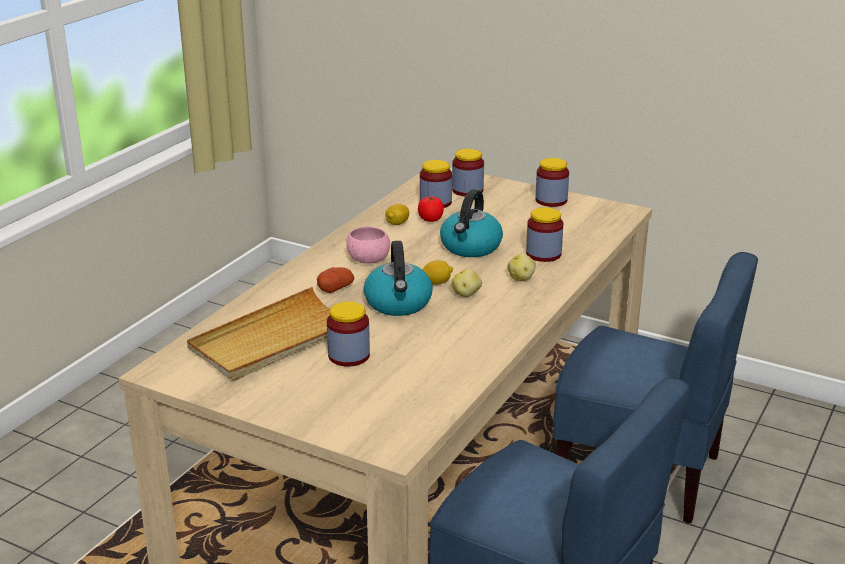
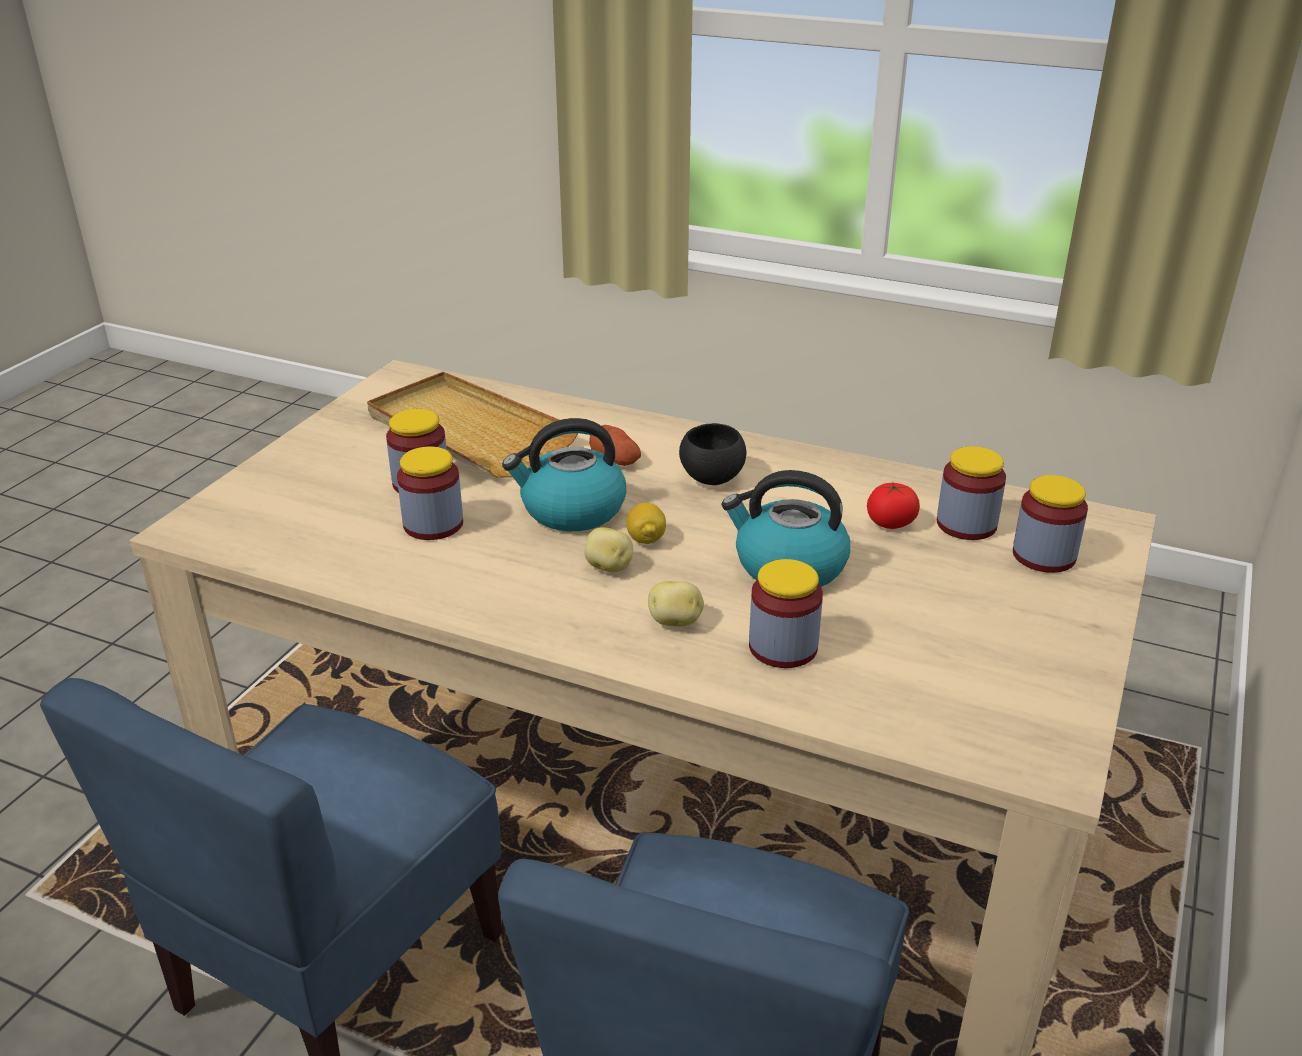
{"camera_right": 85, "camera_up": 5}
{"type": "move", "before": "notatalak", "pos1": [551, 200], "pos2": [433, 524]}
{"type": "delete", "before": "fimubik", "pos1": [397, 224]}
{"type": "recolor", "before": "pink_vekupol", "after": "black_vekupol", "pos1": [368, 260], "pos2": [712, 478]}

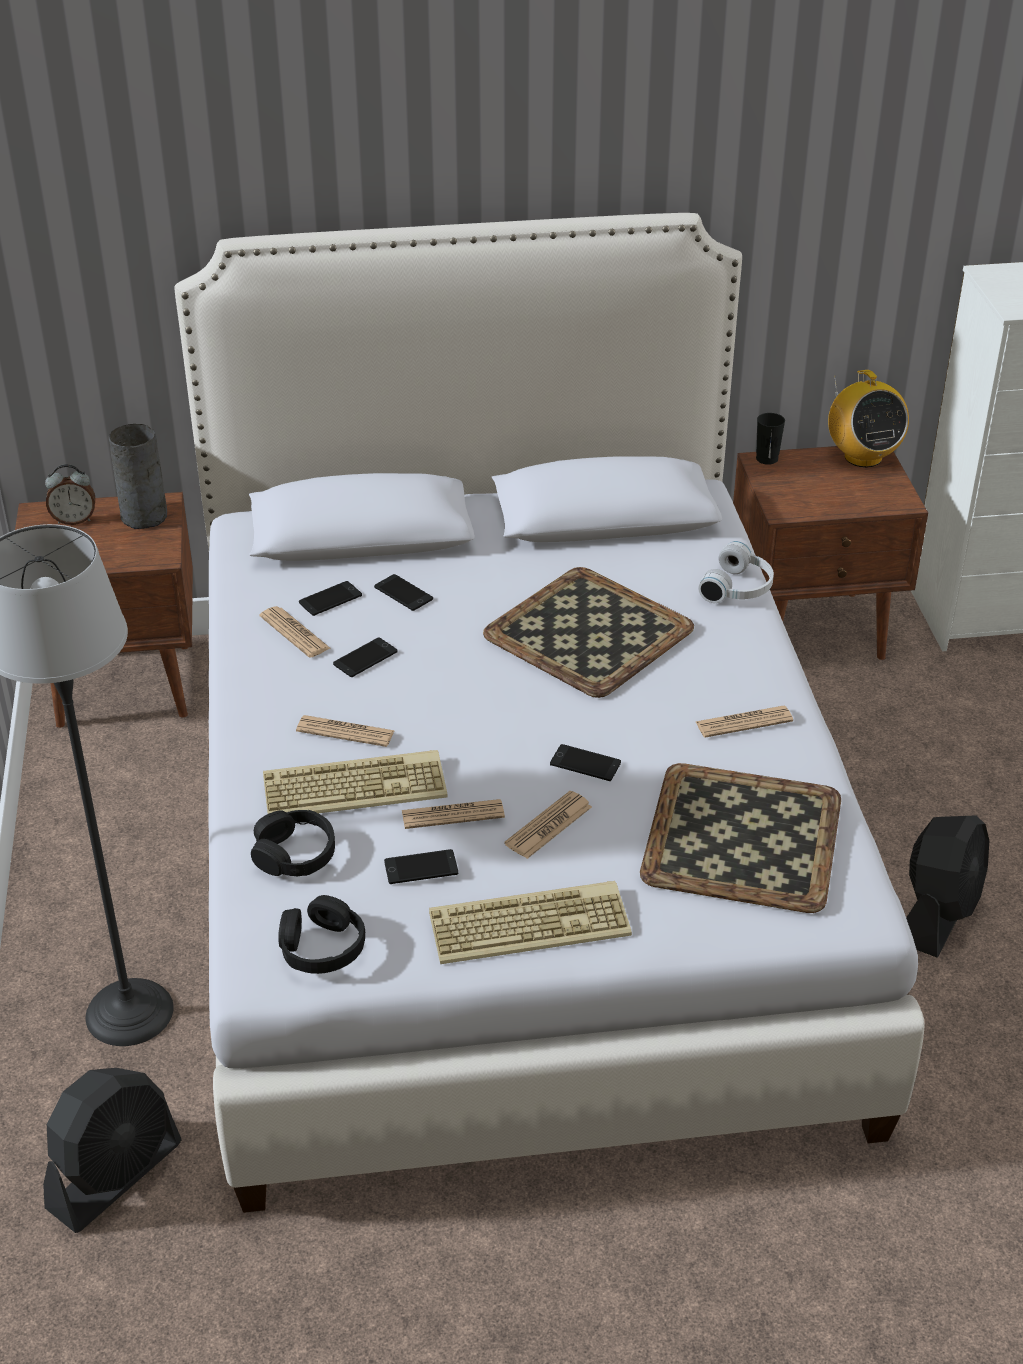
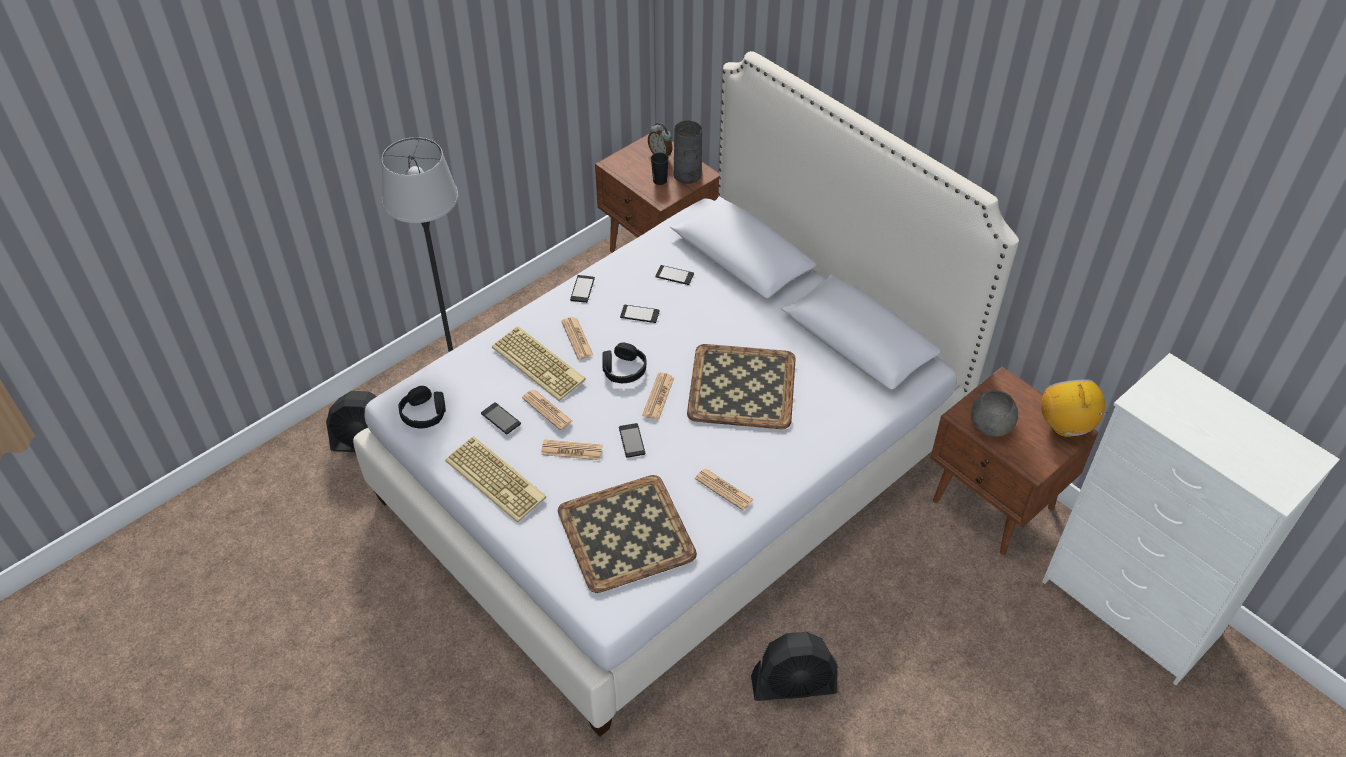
{"camera_right": 55, "camera_up": 10}
{"type": "rotate", "before": "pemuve", "pos1": [862, 457], "pos2": [1065, 426], "turn": 135}
{"type": "move", "before": "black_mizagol", "pos1": [767, 459], "pos2": [660, 180]}
{"type": "delete", "before": "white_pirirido", "pos1": [739, 588]}
{"type": "move", "before": "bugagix", "pos1": [403, 593], "pos2": [582, 289]}
{"type": "move", "before": "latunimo", "pos1": [294, 633], "pos2": [658, 396]}
{"type": "move", "before": "black_pirirido", "pos1": [294, 854], "pos2": [623, 369]}
{"type": "insert", "after": "grey_vekupol", "pos2": [991, 425]}

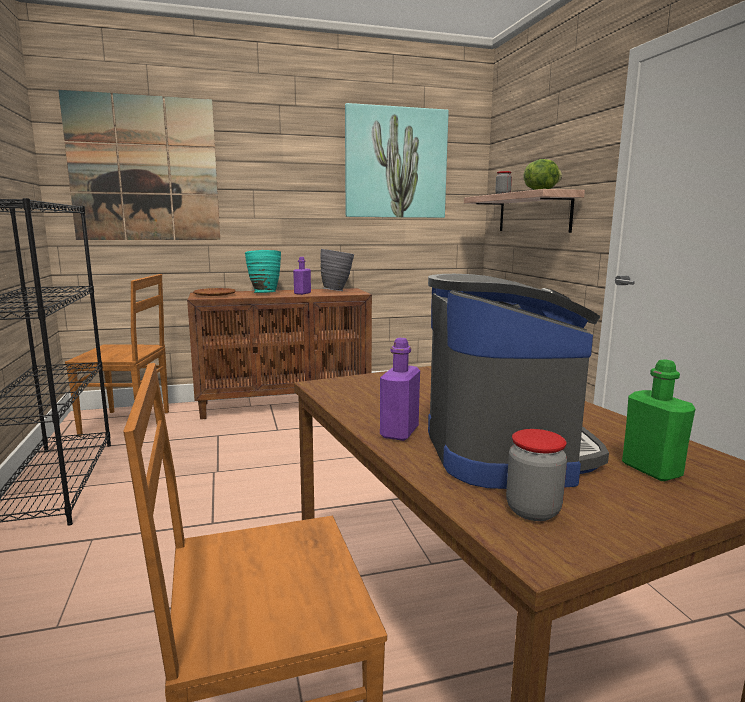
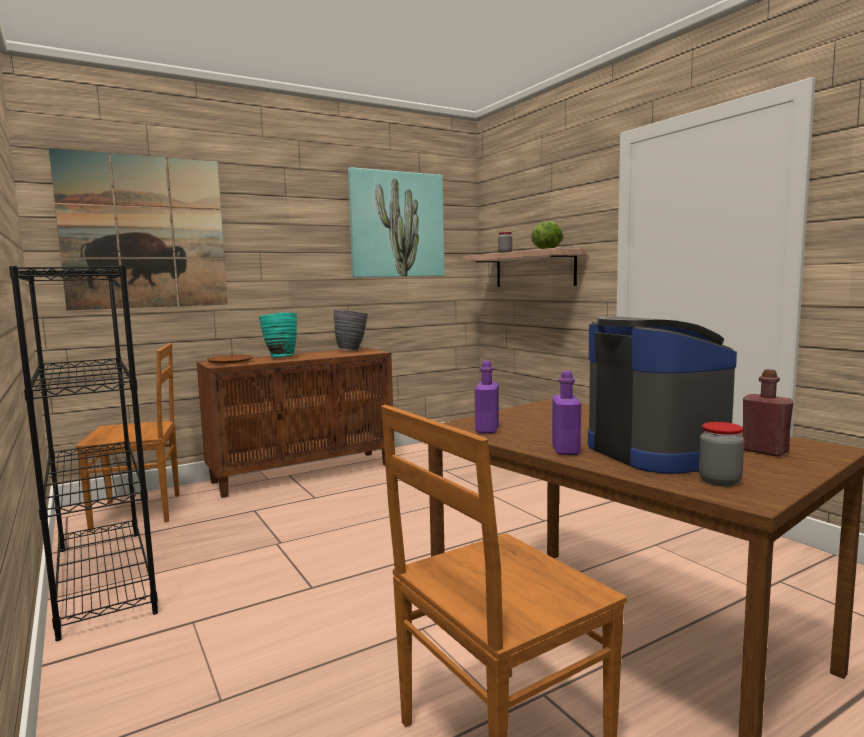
{"camera_right": -15, "camera_up": -5}
{"type": "move", "before": "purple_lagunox", "pos1": [302, 293], "pos2": [487, 430]}
{"type": "recolor", "before": "green_lagunox", "after": "red_lagunox", "pos1": [651, 470], "pos2": [764, 451]}

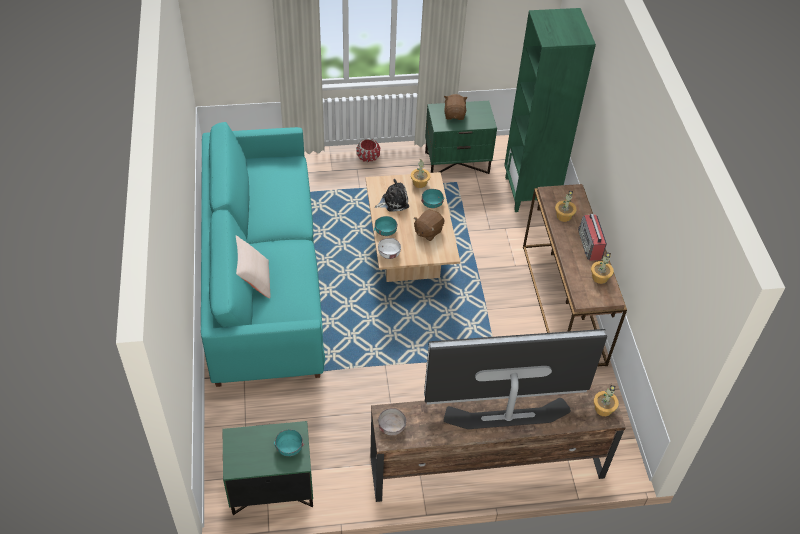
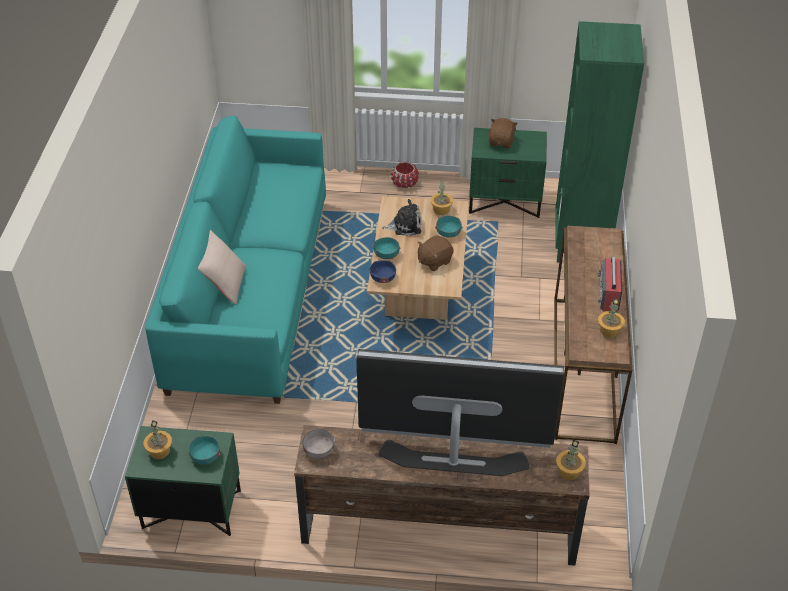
{"camera_right": 15, "camera_up": -5}
{"type": "move", "before": "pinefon", "pos1": [563, 216], "pos2": [160, 451]}
{"type": "recolor", "before": "white_vekupol", "after": "blue_vekupol", "pos1": [389, 253], "pos2": [382, 277]}

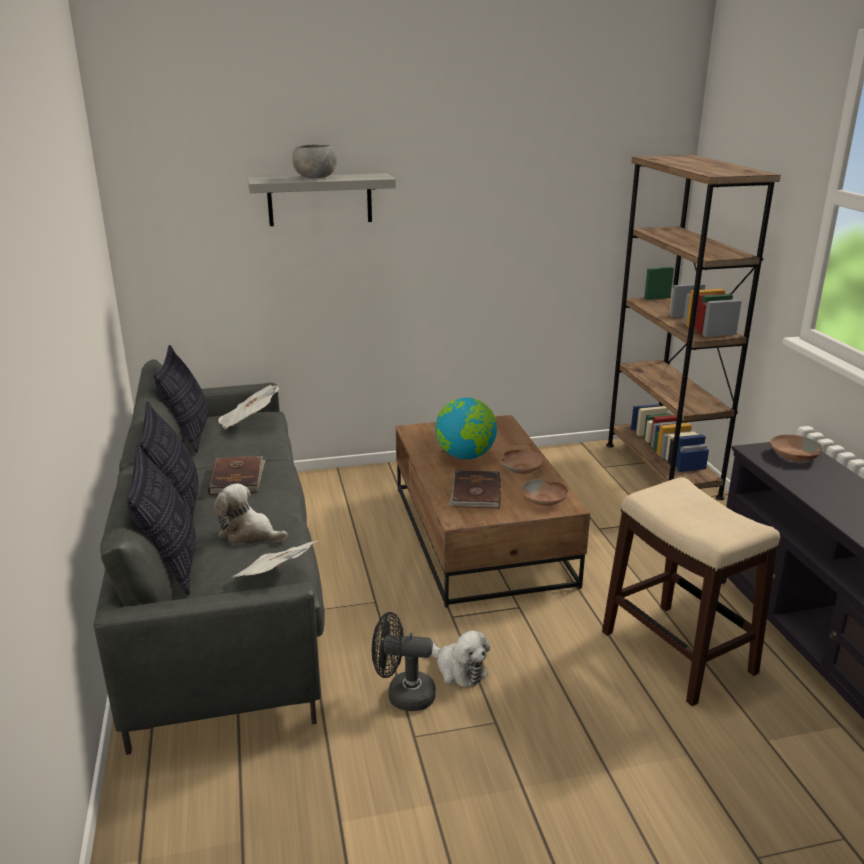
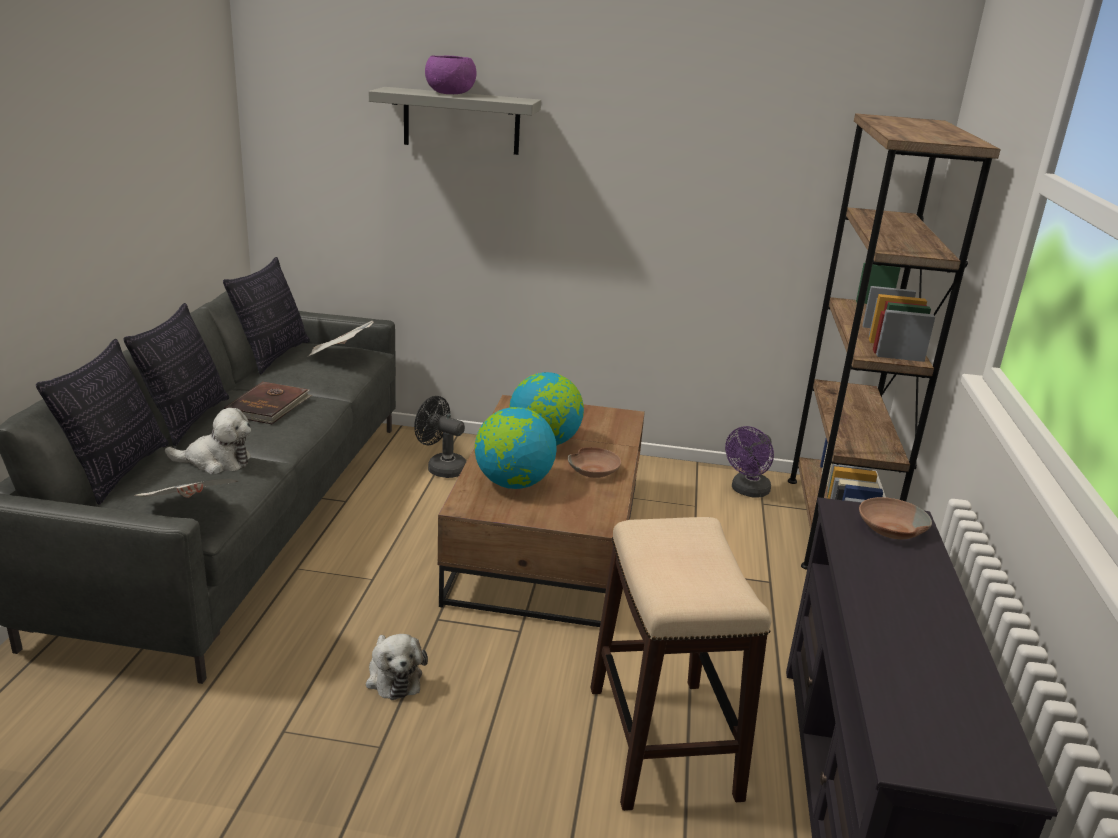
{"camera_right": 20, "camera_up": 0}
{"type": "recolor", "before": "grey_vekupol", "after": "purple_vekupol", "pos1": [316, 177], "pos2": [451, 94]}
{"type": "replace", "before": "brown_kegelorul", "after": "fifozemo", "pos1": [475, 492], "pos2": [513, 483]}
{"type": "delete", "before": "brown_vekupol", "pos1": [544, 500]}
{"type": "rotate", "before": "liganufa", "pos1": [249, 534], "pos2": [216, 461], "turn": 135}
{"type": "move", "before": "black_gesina", "pos1": [403, 695], "pos2": [441, 468]}
{"type": "insert", "after": "purple_gesina", "pos2": [747, 491]}

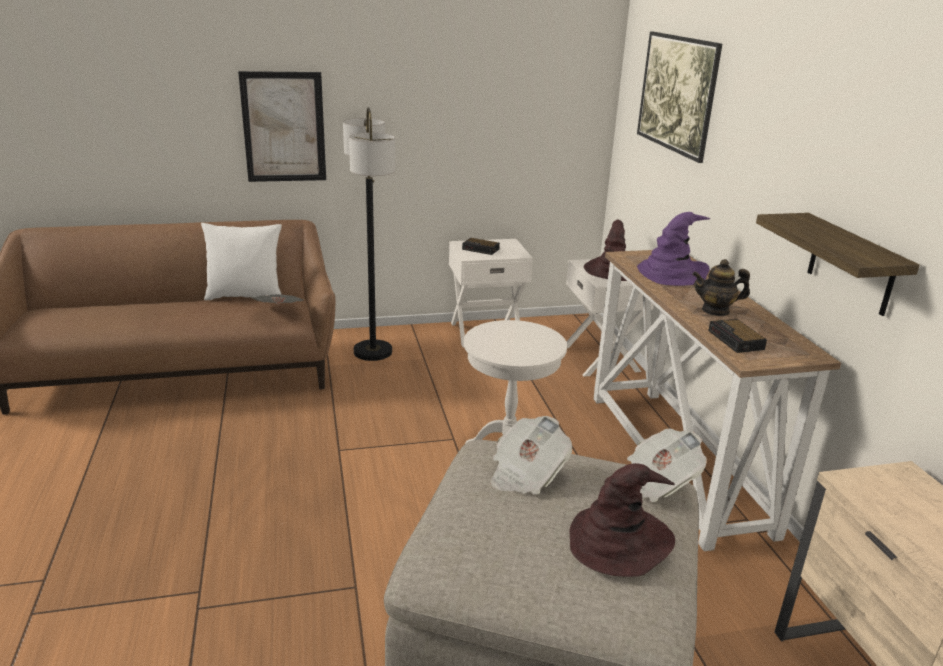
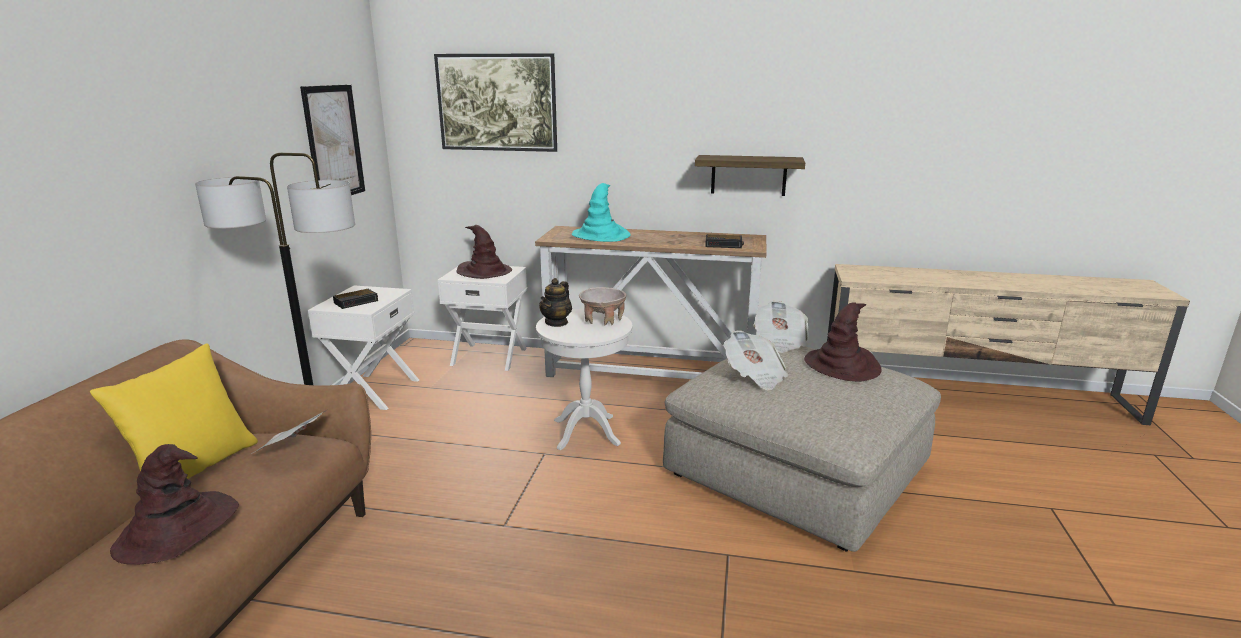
{"camera_right": -65, "camera_up": -5}
{"type": "move", "before": "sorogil", "pos1": [284, 127], "pos2": [334, 143]}
{"type": "recolor", "before": "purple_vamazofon", "after": "turquoise_vamazofon", "pos1": [672, 273], "pos2": [601, 235]}
{"type": "recolor", "before": "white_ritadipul", "after": "yellow_ritadipul", "pos1": [246, 296], "pos2": [195, 470]}
{"type": "move", "before": "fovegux", "pos1": [715, 310], "pos2": [556, 322]}
{"type": "insert", "after": "beige_vekupol", "pos2": [602, 320]}
{"type": "insert", "after": "brown_vamazofon", "pos2": [178, 529]}

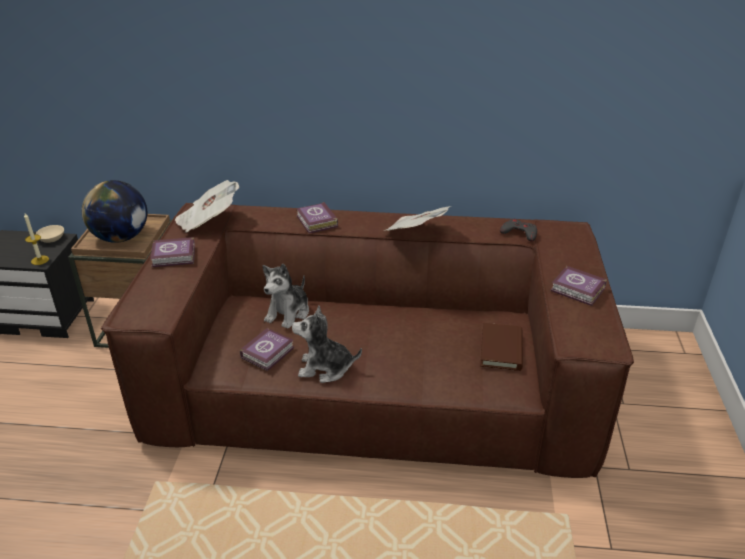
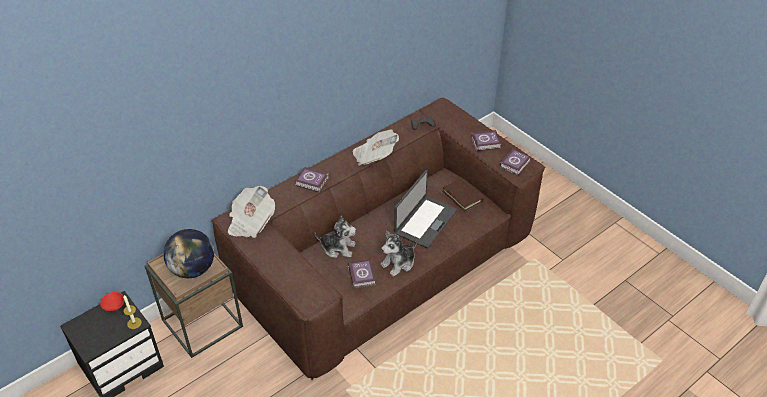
{"camera_right": -45, "camera_up": 10}
{"type": "recolor", "before": "beige_vekupol", "after": "red_vekupol", "pos1": [53, 239], "pos2": [114, 305]}
{"type": "move", "before": "kegelorul", "pos1": [175, 256], "pos2": [515, 164]}
{"type": "rotate", "before": "liganufa", "pos1": [288, 313], "pos2": [338, 248], "turn": -60}
{"type": "insert", "after": "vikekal", "pos2": [425, 221]}

